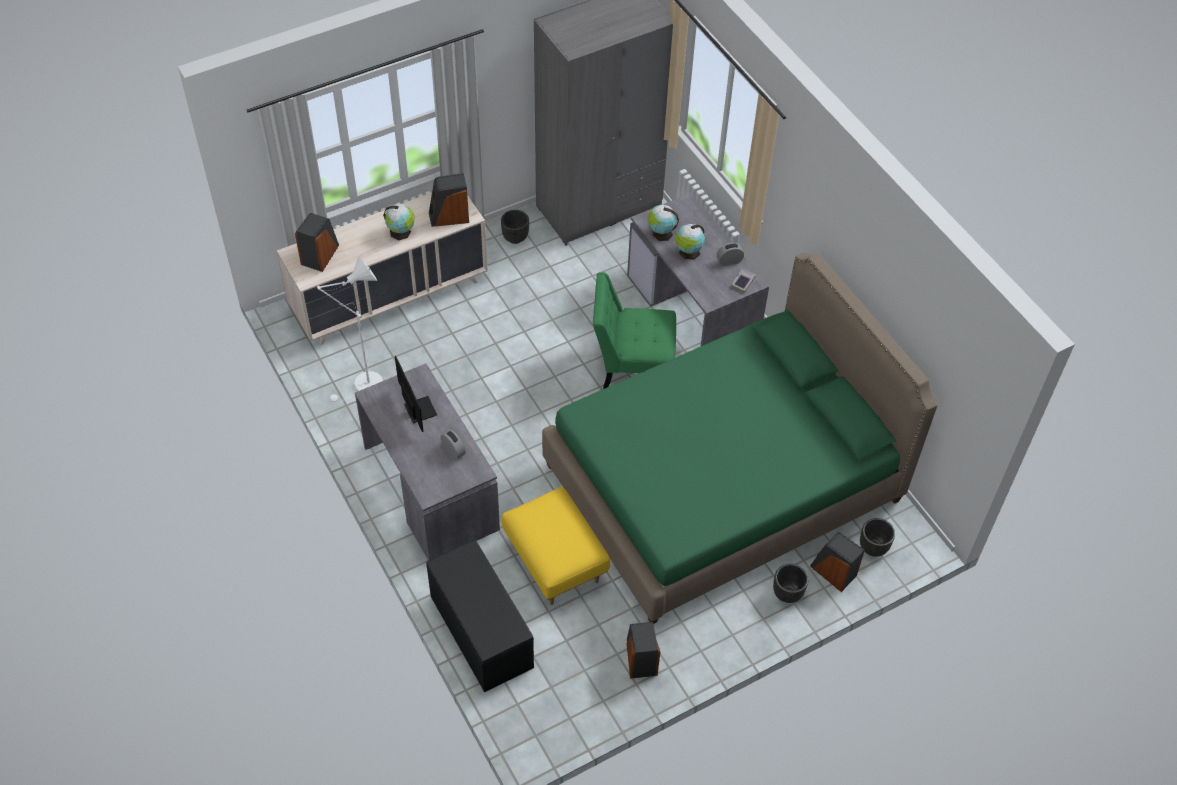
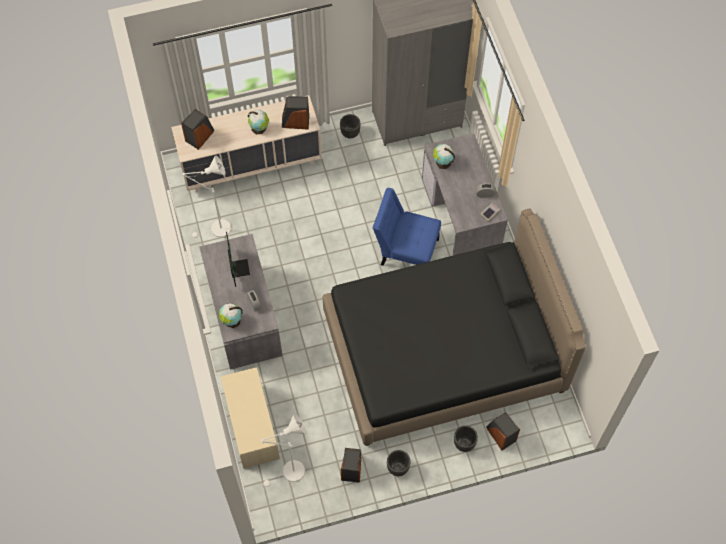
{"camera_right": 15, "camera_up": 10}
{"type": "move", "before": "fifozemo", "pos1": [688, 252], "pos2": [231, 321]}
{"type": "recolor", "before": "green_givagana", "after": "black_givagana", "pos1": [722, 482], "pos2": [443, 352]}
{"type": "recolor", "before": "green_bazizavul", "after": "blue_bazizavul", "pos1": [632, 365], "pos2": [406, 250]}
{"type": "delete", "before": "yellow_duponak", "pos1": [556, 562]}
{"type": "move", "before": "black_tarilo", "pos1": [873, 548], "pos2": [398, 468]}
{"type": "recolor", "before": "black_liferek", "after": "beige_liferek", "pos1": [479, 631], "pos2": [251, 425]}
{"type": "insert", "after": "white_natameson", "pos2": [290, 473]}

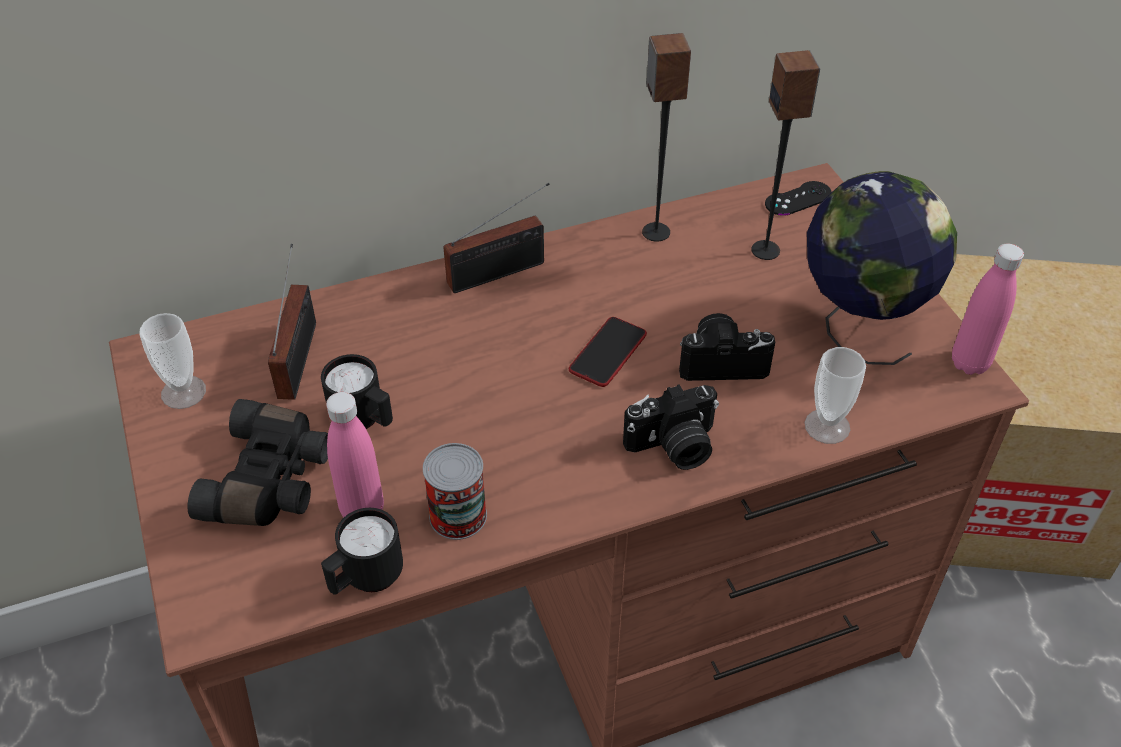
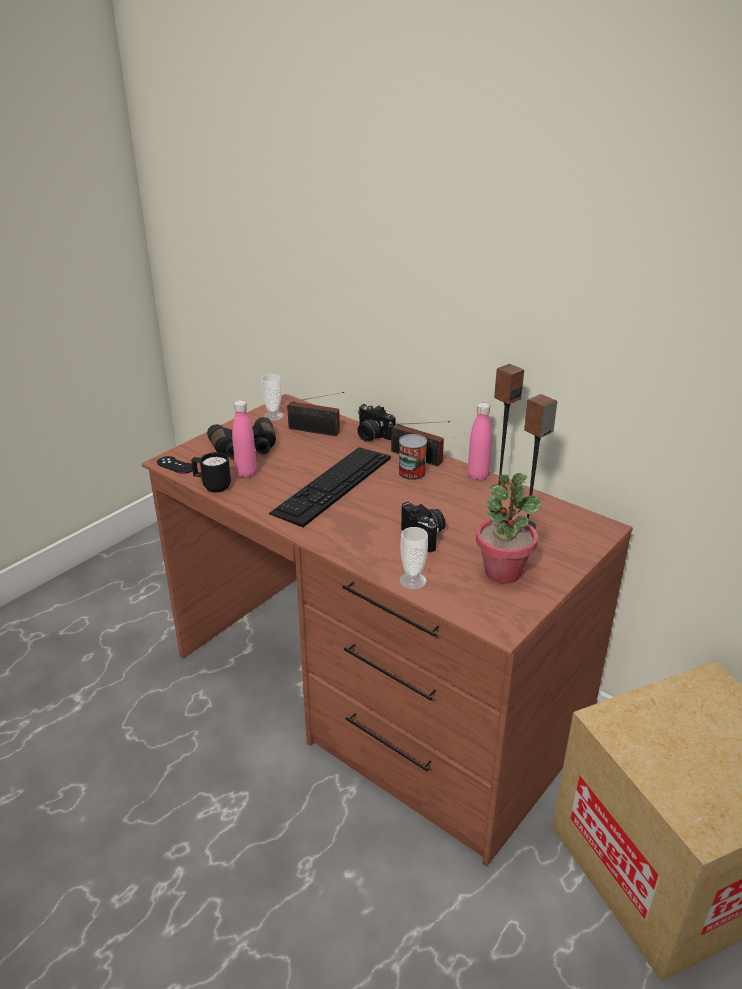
{"camera_right": 60, "camera_up": -15}
{"type": "replace", "before": "fifozemo", "after": "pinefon", "pos1": [859, 325], "pos2": [503, 572]}
{"type": "move", "before": "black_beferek", "pos1": [798, 199], "pos2": [175, 465]}
{"type": "rotate", "before": "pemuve", "pos1": [300, 355], "pos2": [316, 431], "turn": 45}
{"type": "move", "before": "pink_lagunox", "pos1": [969, 363], "pos2": [477, 476]}
{"type": "delete", "before": "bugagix", "pos1": [608, 353]}
{"type": "delete", "before": "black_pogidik", "pos1": [364, 420]}
{"type": "move", "before": "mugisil", "pos1": [674, 447], "pos2": [372, 435]}
{"type": "move", "before": "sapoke", "pos1": [458, 516], "pos2": [412, 473]}
{"type": "insert", "after": "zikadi", "pos2": [333, 485]}

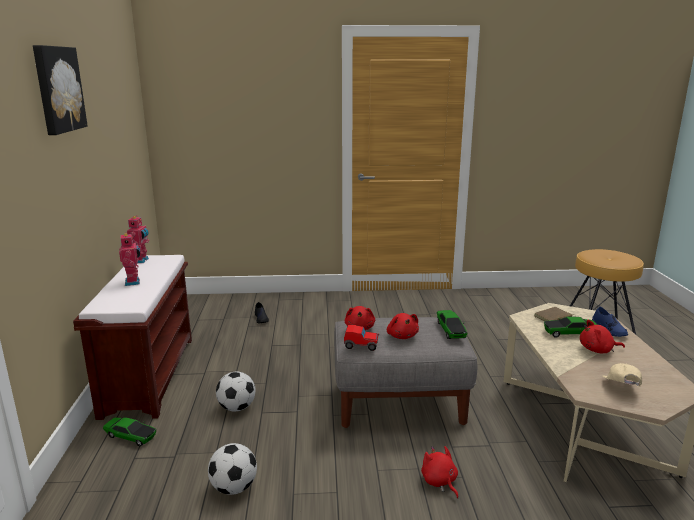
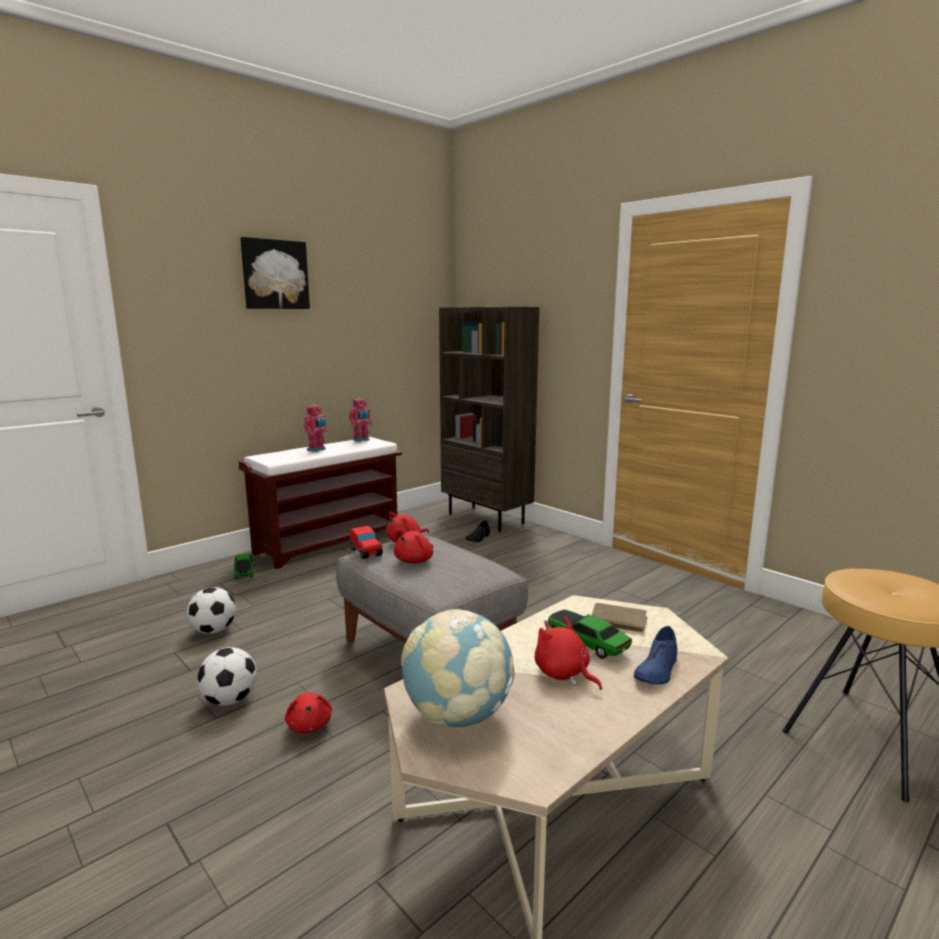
{"camera_right": 50, "camera_up": -5}
{"type": "delete", "before": "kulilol", "pos1": [450, 330]}
{"type": "replace", "before": "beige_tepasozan", "after": "fifozemo", "pos1": [620, 389], "pos2": [458, 715]}
{"type": "move", "before": "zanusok", "pos1": [237, 407], "pos2": [230, 700]}
{"type": "rotate", "before": "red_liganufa", "pos1": [439, 482], "pos2": [309, 725], "turn": 135}
{"type": "insert", "after": "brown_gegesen", "pos2": [487, 518]}

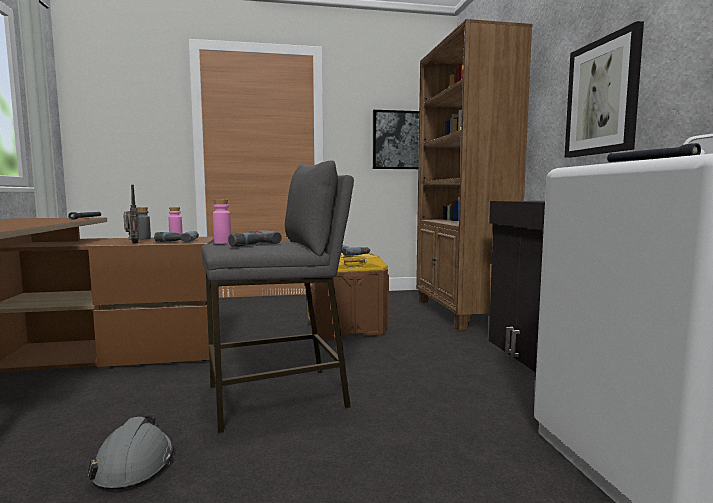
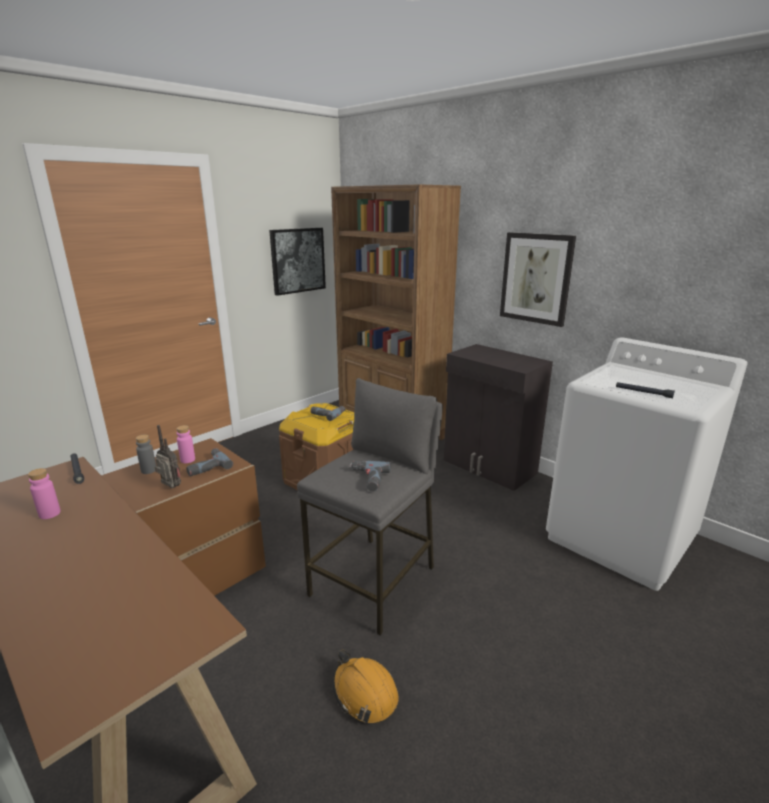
{"camera_right": -35, "camera_up": 15}
{"type": "move", "before": "pink_lagunox", "pos1": [222, 243], "pos2": [49, 514]}
{"type": "recolor", "before": "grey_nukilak", "after": "orange_nukilak", "pos1": [135, 465], "pos2": [364, 693]}

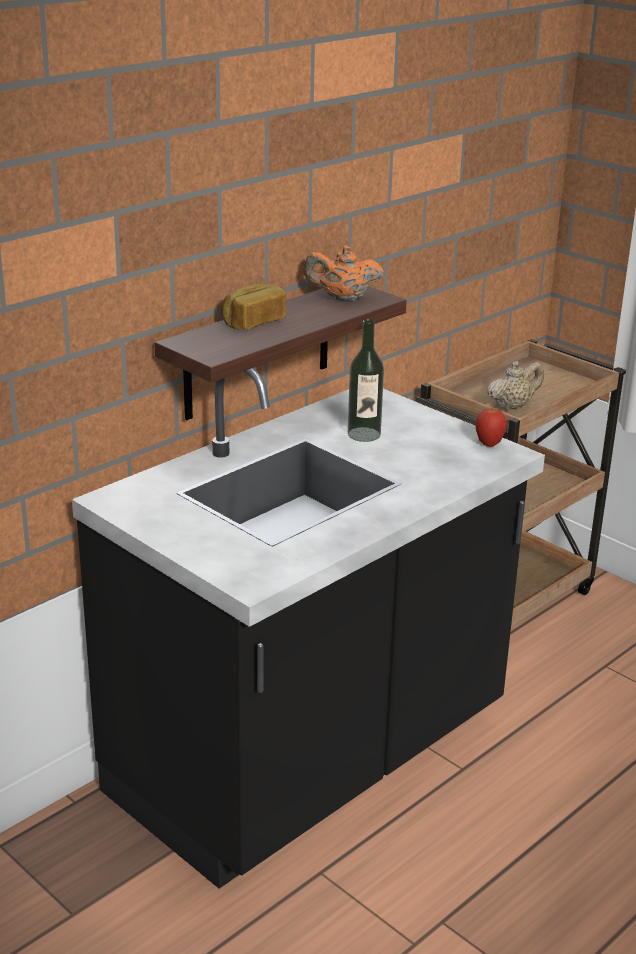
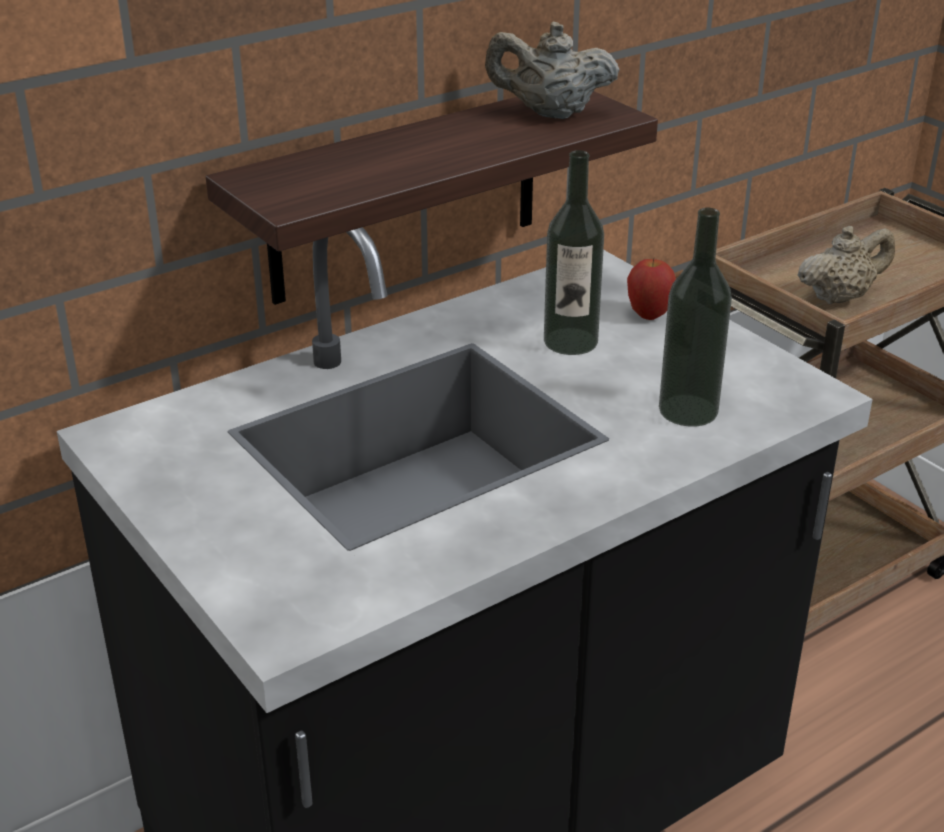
{"camera_right": 10, "camera_up": 5}
{"type": "recolor", "before": "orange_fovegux", "after": "beige_fovegux", "pos1": [343, 299], "pos2": [550, 114]}
{"type": "delete", "before": "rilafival", "pos1": [252, 322]}
{"type": "move", "before": "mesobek", "pos1": [489, 444], "pos2": [649, 315]}
{"type": "insert", "after": "lagunox", "pos2": [688, 410]}

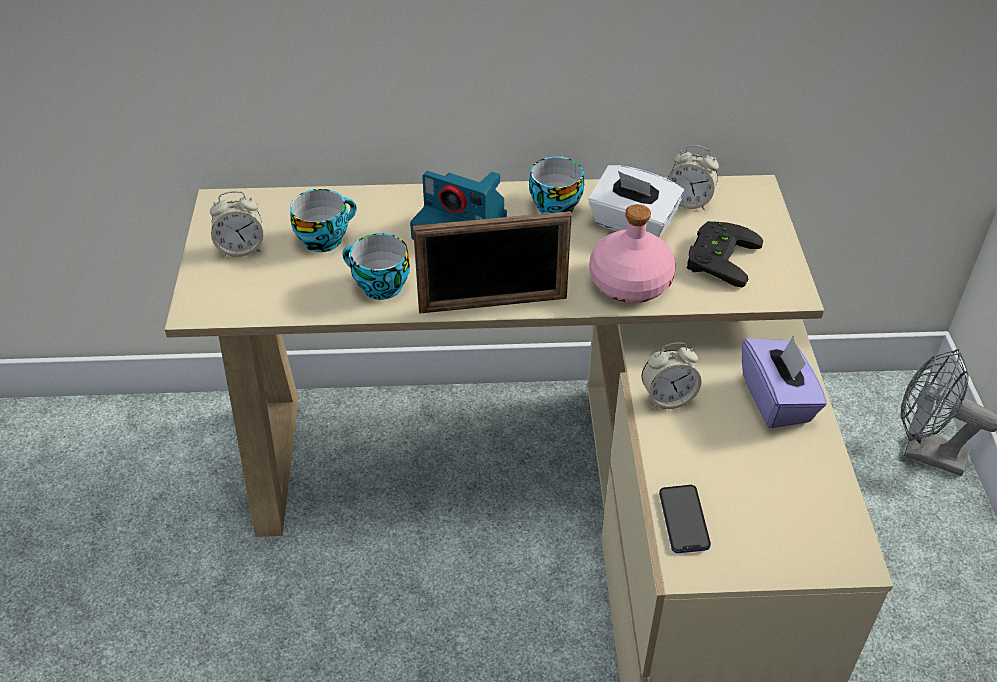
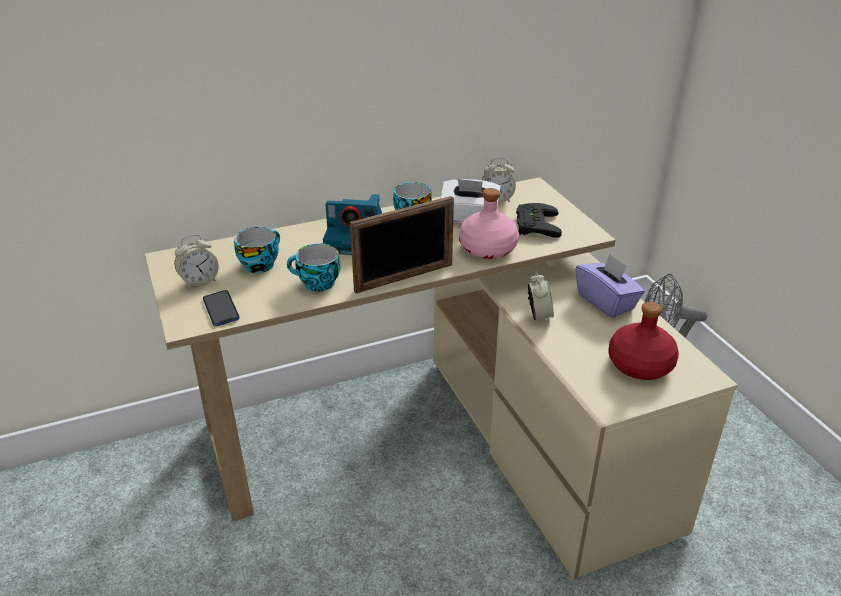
{"camera_right": -20, "camera_up": -10}
{"type": "rotate", "before": "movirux", "pos1": [667, 398], "pos2": [538, 316], "turn": -60}
{"type": "move", "before": "bugagix", "pos1": [684, 520], "pos2": [221, 309]}
{"type": "insert", "after": "red_lagunox", "pos2": [640, 365]}

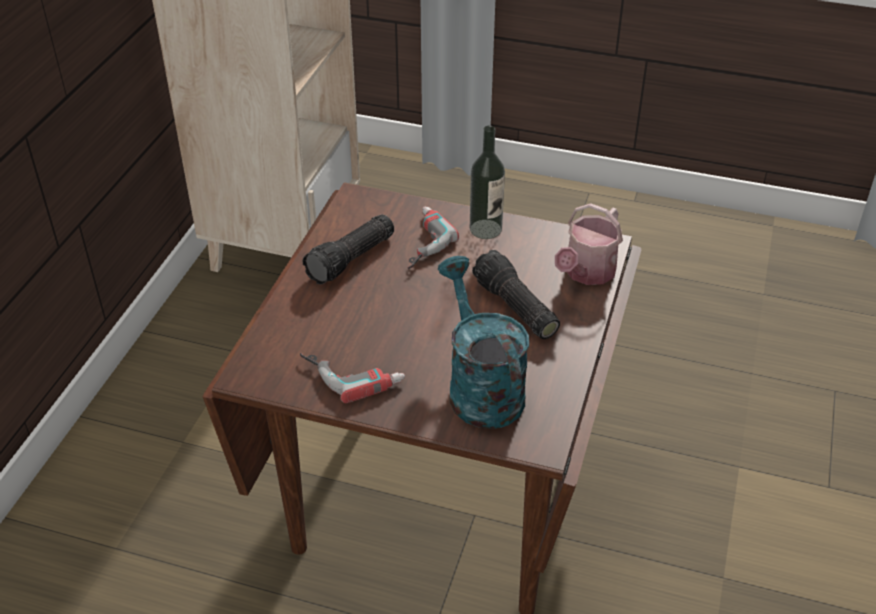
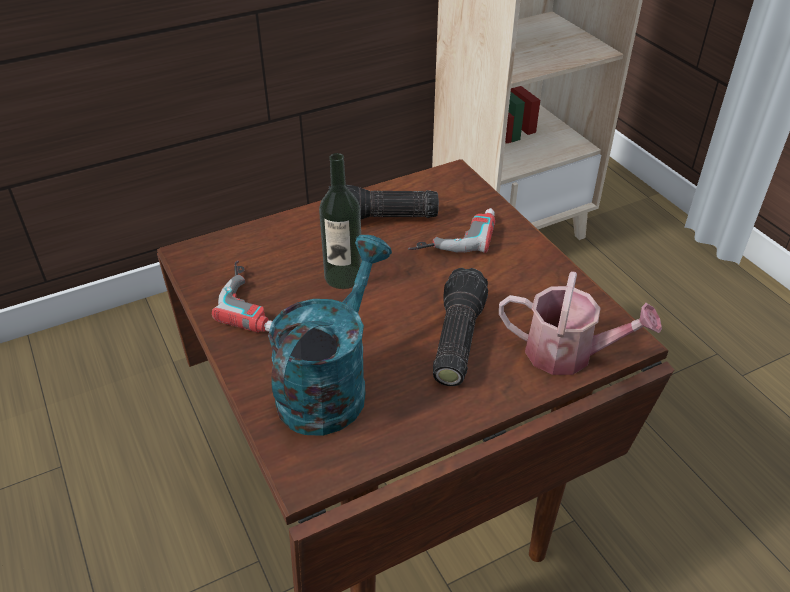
{"camera_right": 45, "camera_up": 0}
{"type": "move", "before": "lagunox", "pos1": [485, 229], "pos2": [343, 276]}
{"type": "rotate", "before": "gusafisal", "pos1": [586, 273], "pos2": [568, 353], "turn": -150}

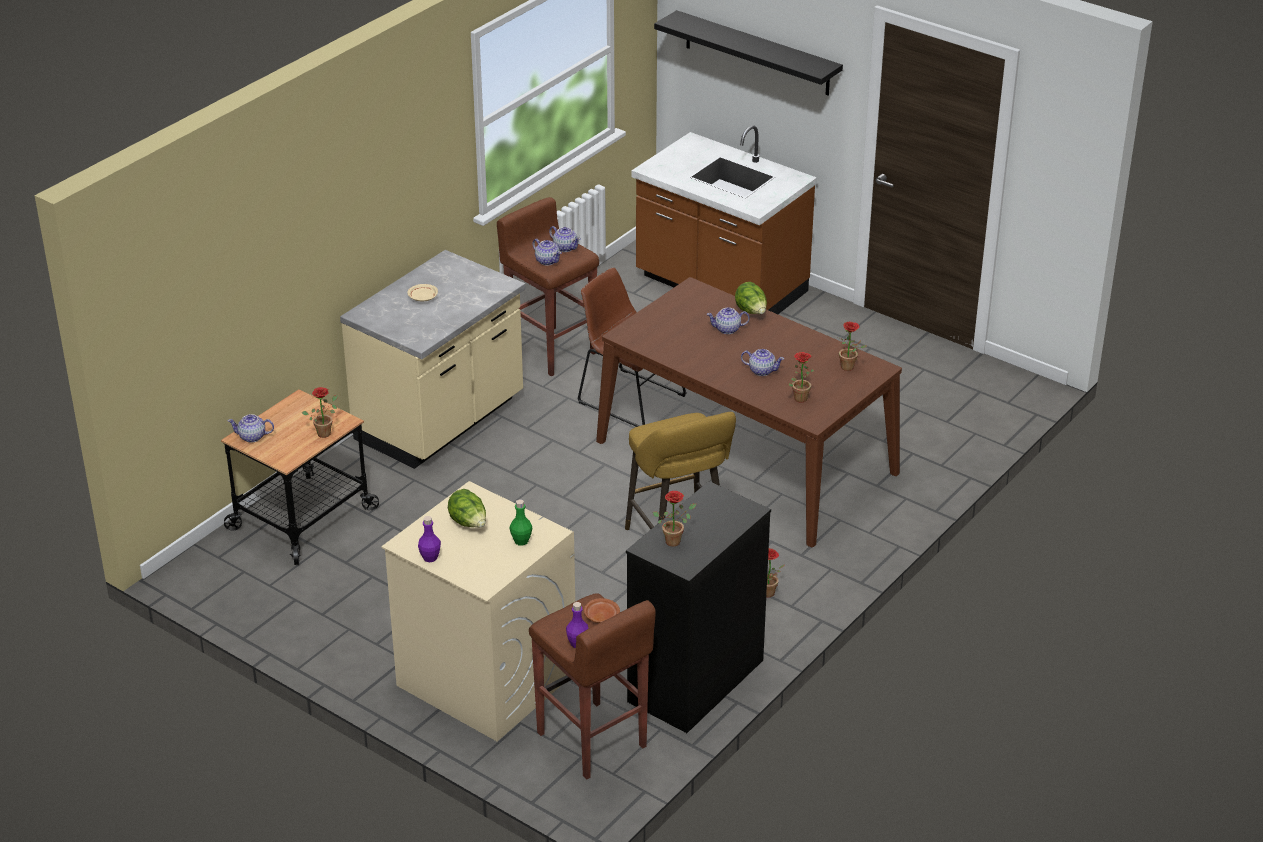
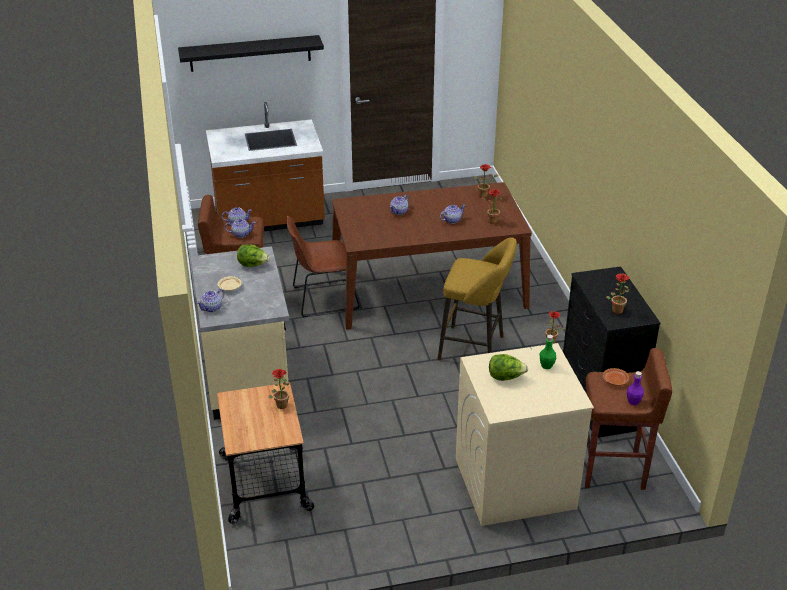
{"camera_right": -50, "camera_up": 0}
{"type": "move", "before": "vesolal", "pos1": [751, 312], "pos2": [253, 265]}
{"type": "move", "before": "fovegux", "pos1": [252, 437], "pos2": [212, 308]}
{"type": "delete", "before": "purple_lagunox", "pos1": [430, 558]}

